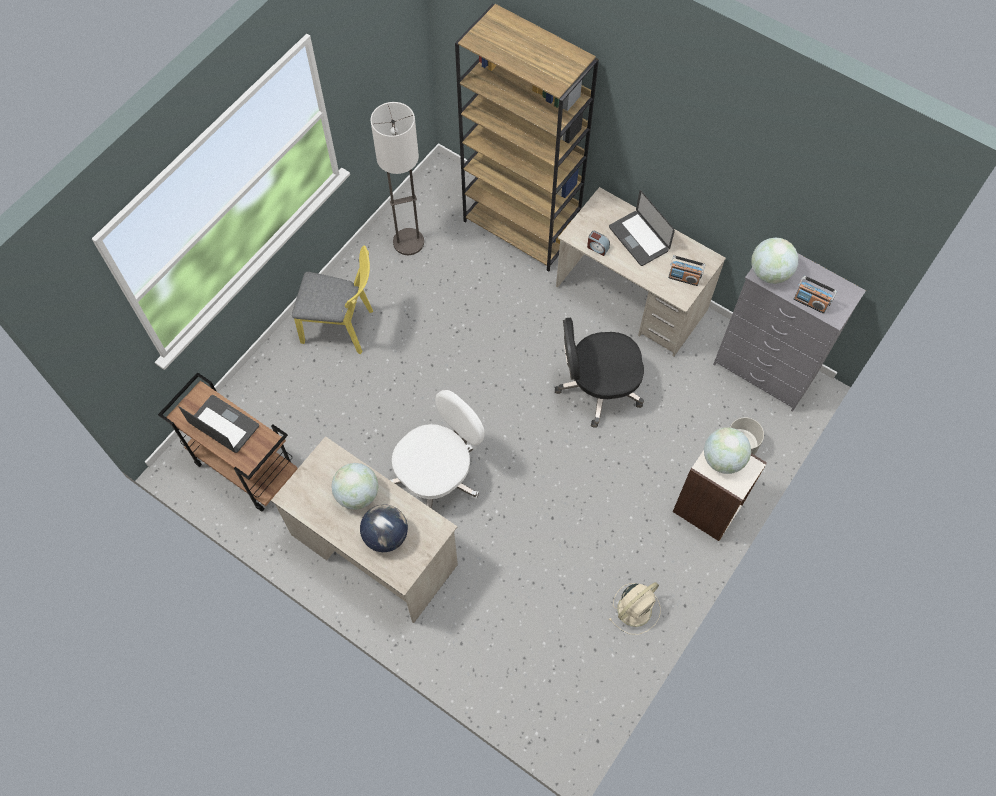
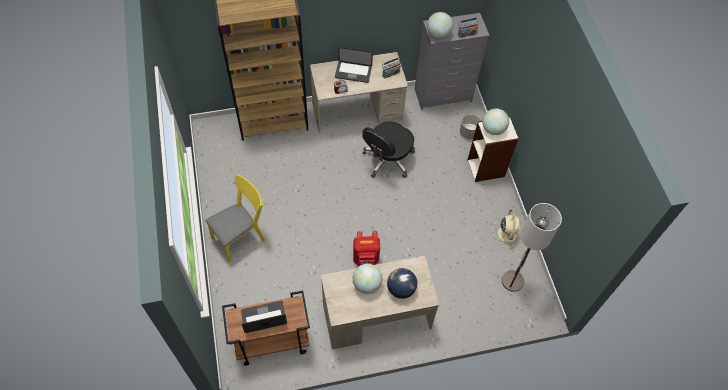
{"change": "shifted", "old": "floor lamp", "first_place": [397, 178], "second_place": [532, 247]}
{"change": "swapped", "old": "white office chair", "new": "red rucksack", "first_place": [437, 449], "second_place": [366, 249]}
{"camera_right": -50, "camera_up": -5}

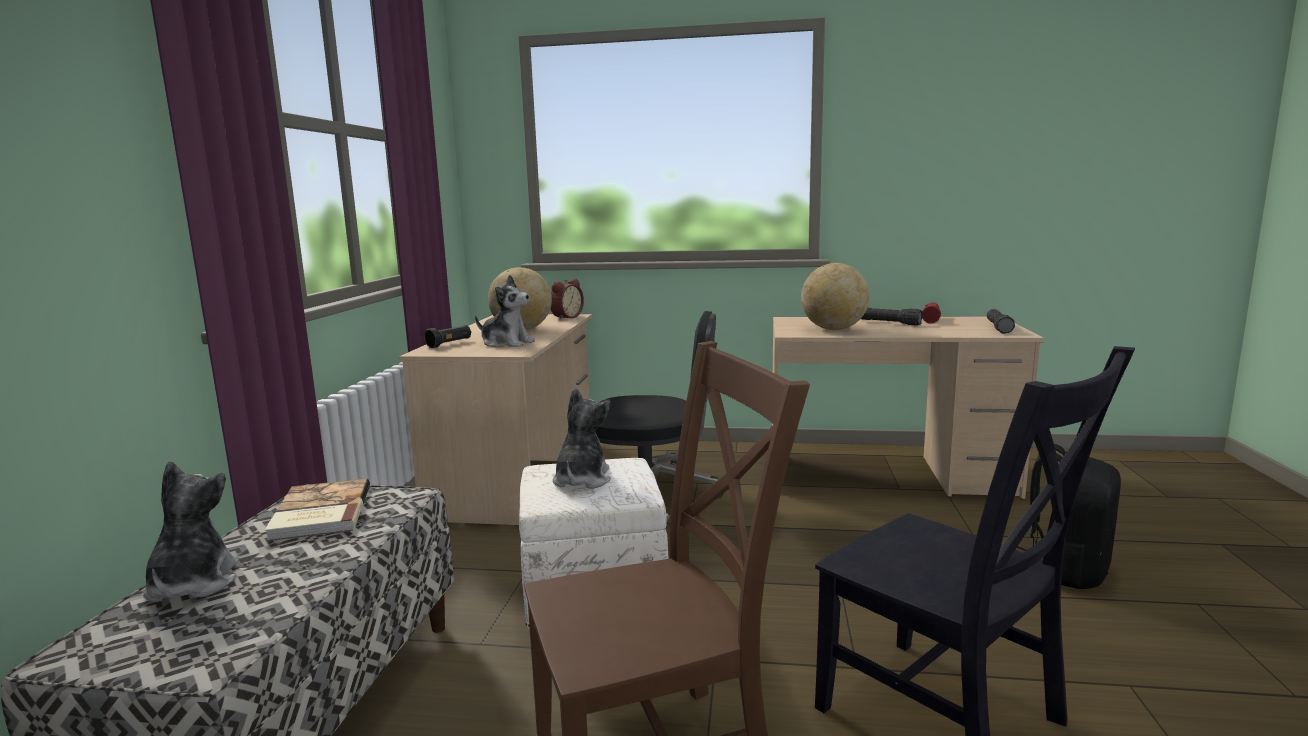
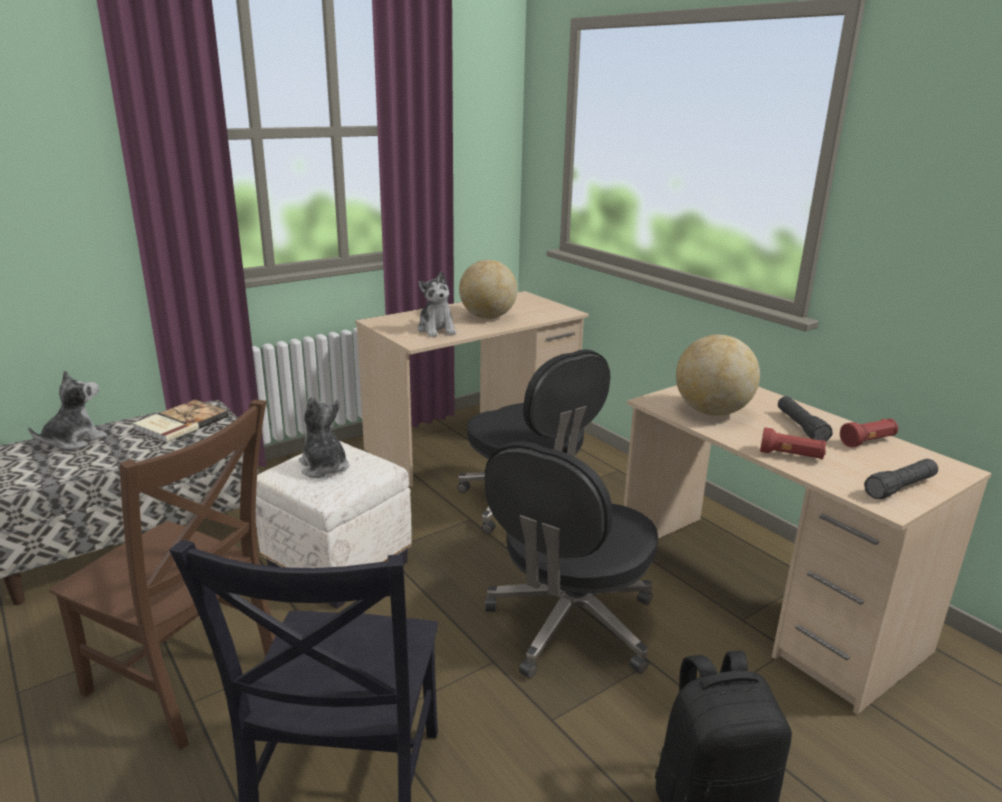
{"change": "gone", "old": "blackish torch", "first_place": [447, 336]}
{"change": "gone", "old": "alarm clock", "first_place": [567, 299]}
{"change": "new", "new": "blackish office chair", "second_place": [571, 560]}
{"change": "new", "new": "red torch", "second_place": [793, 443]}
{"change": "rotated", "old": "soft toy", "first_place": [582, 438], "second_place": [324, 437], "degrees": -90}
{"camera_right": 45, "camera_up": 10}

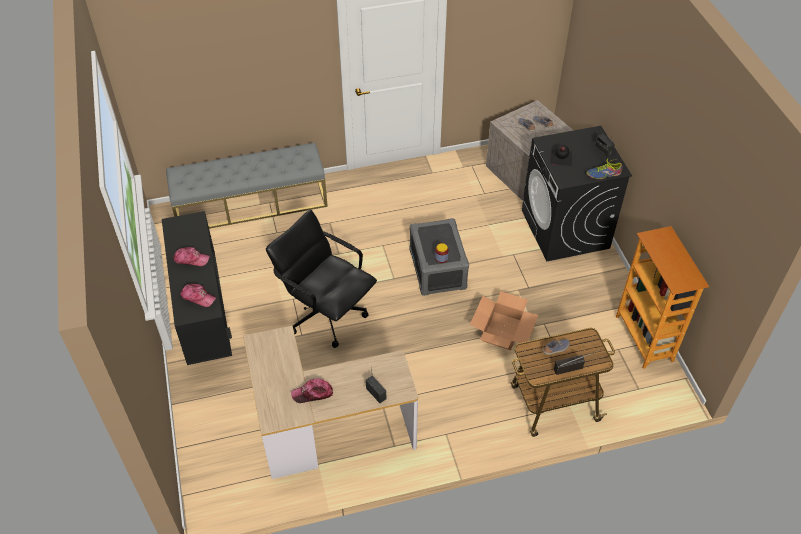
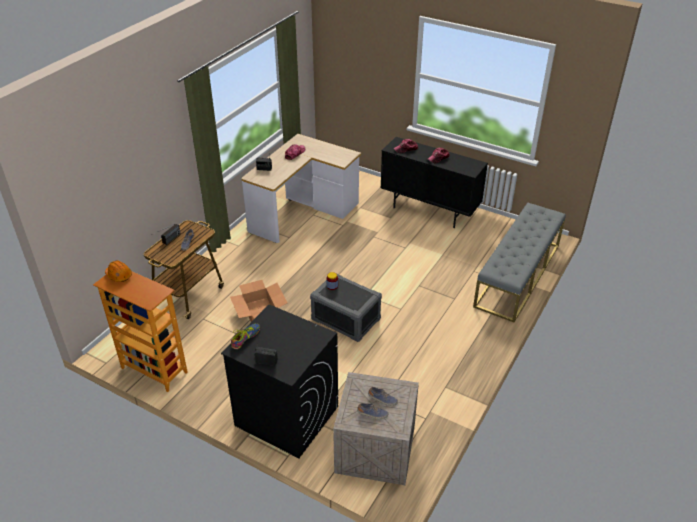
{"change": "gone", "old": "blackish office chair", "first_place": [321, 279]}
{"change": "gone", "old": "blackish drink bottle", "first_place": [561, 155]}
{"change": "new", "new": "orange-coloured safety helmet", "second_place": [118, 271]}
{"camera_right": 135, "camera_up": -10}

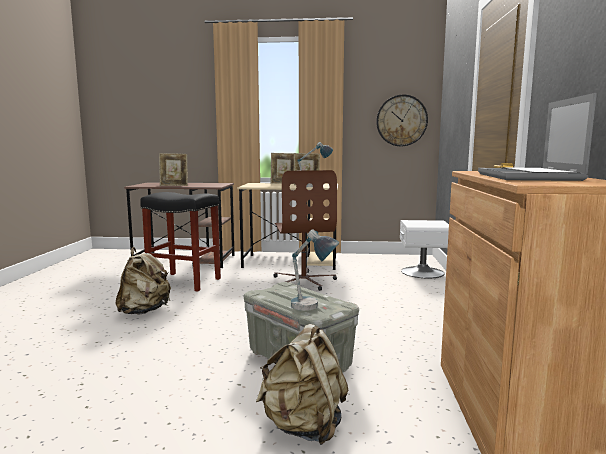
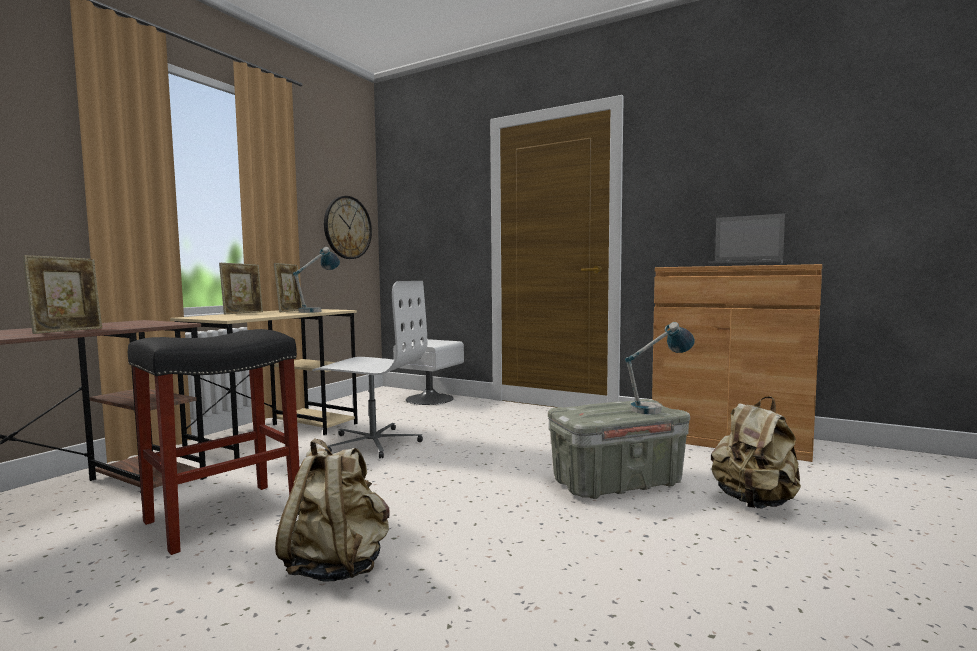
{"change": "repainted", "old": "brown office chair", "new": "white office chair", "first_place": [305, 230], "second_place": [370, 369]}
{"camera_right": -65, "camera_up": -5}

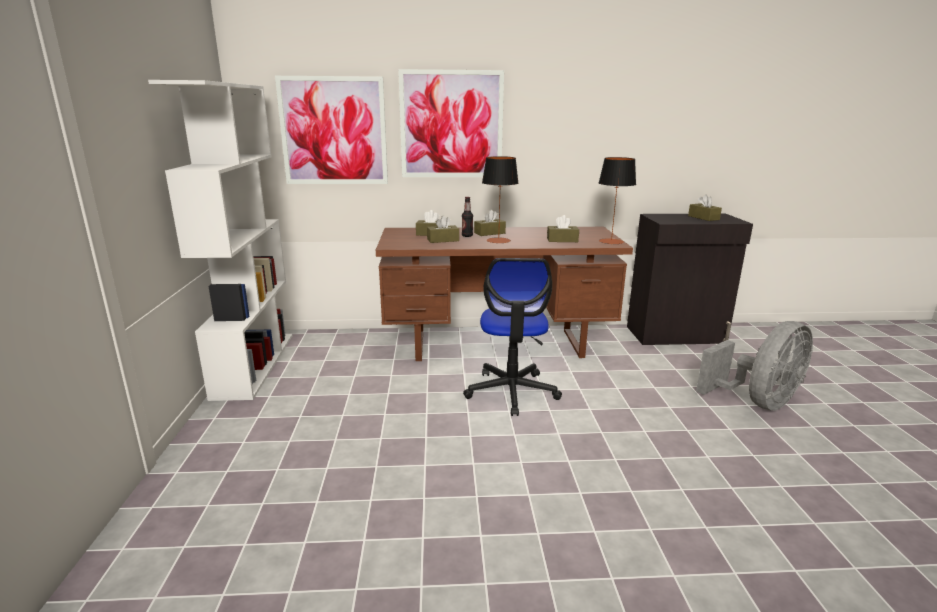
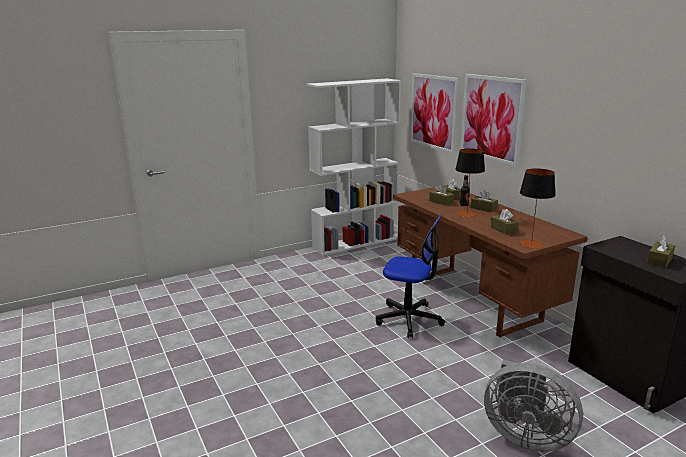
{"change": "rotated", "old": "office chair", "first_place": [512, 337], "second_place": [410, 276], "degrees": -135}
{"camera_right": 65, "camera_up": 0}

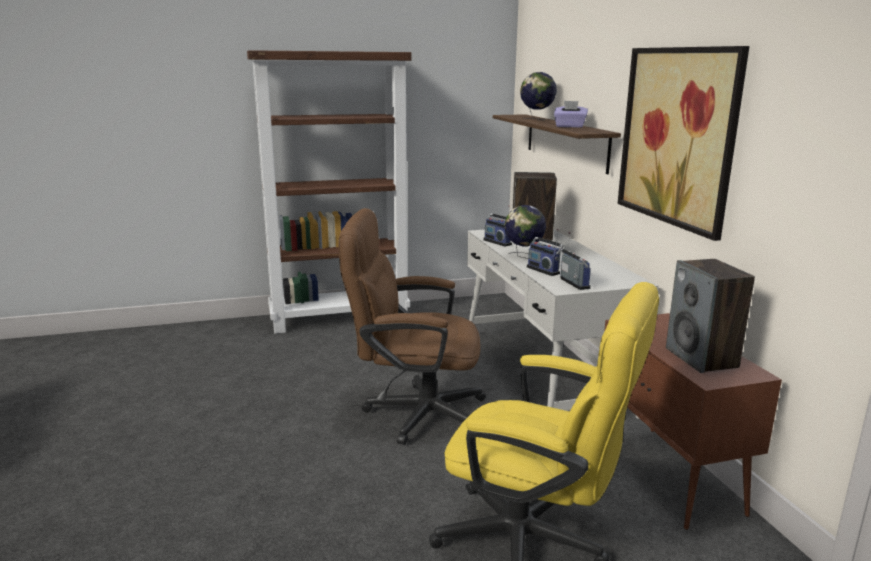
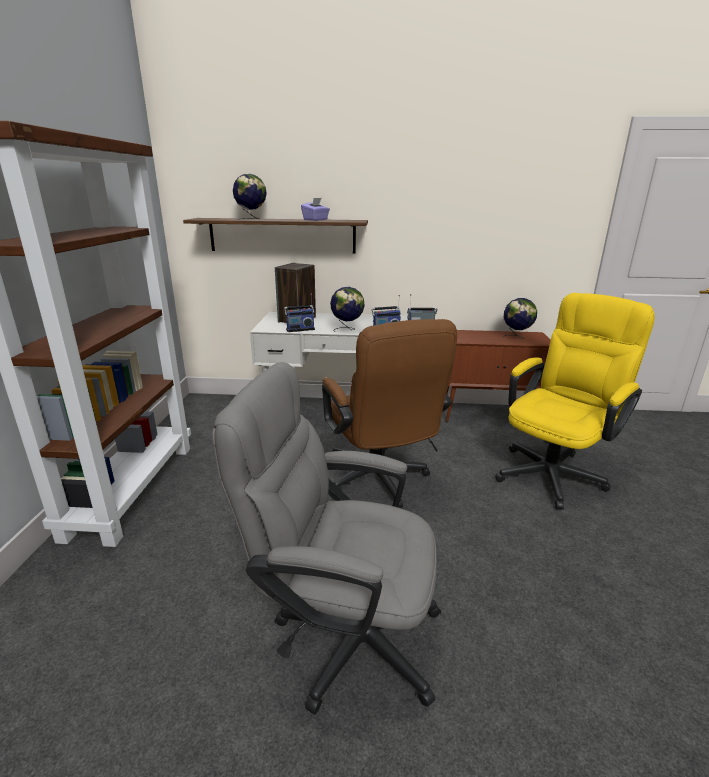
{"change": "gone", "old": "picture", "first_place": [683, 143]}
{"change": "new", "new": "grey office chair", "second_place": [326, 538]}
{"change": "swapped", "old": "speaker", "new": "desk globe", "first_place": [710, 316], "second_place": [520, 318]}
{"change": "rotated", "old": "brown office chair", "first_place": [412, 326], "second_place": [389, 413], "degrees": -45}
{"camera_right": -70, "camera_up": 5}

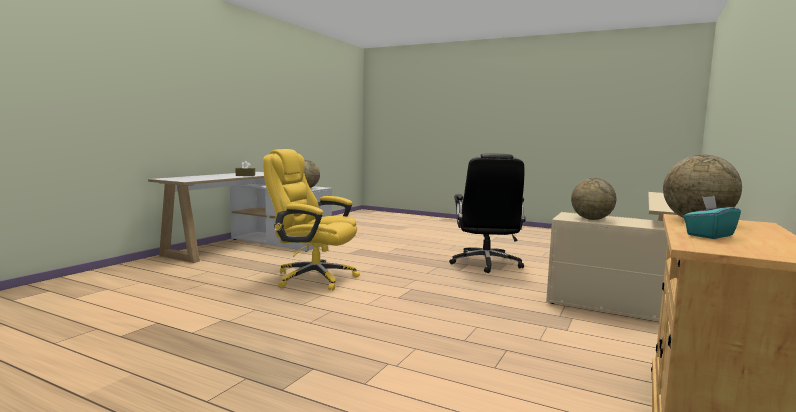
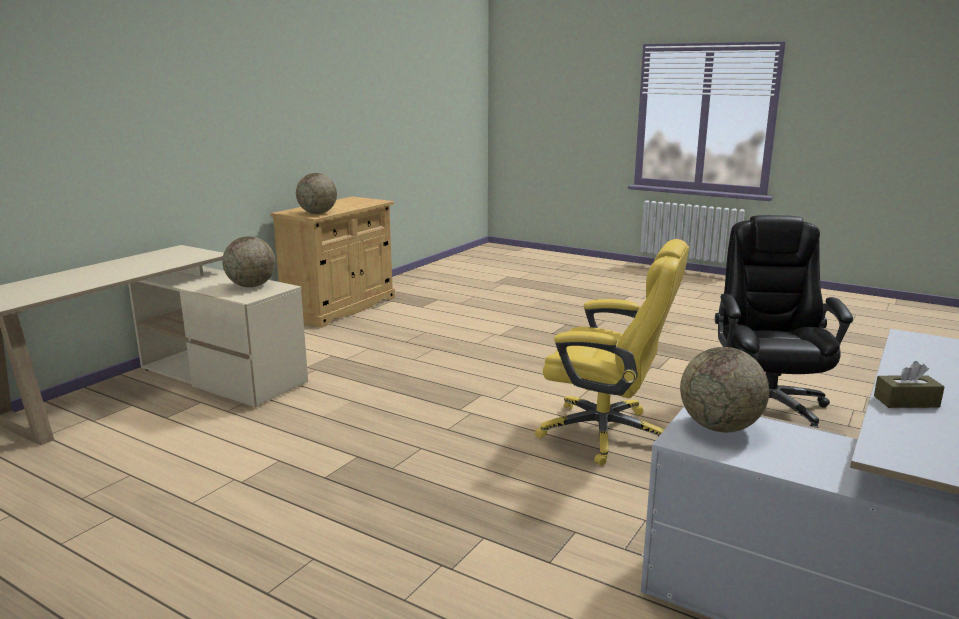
{"change": "gone", "old": "blue-green tissue box", "first_place": [712, 217]}
{"change": "shifted", "old": "blackish office chair", "first_place": [487, 213], "second_place": [784, 321]}
{"camera_right": -175, "camera_up": 10}

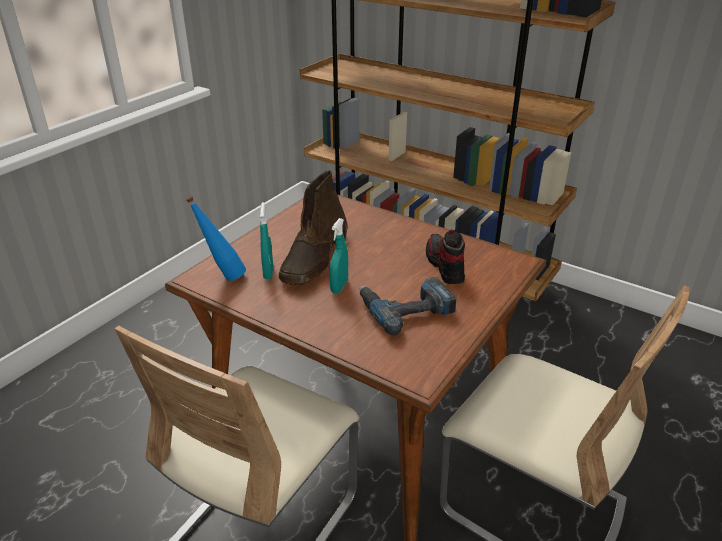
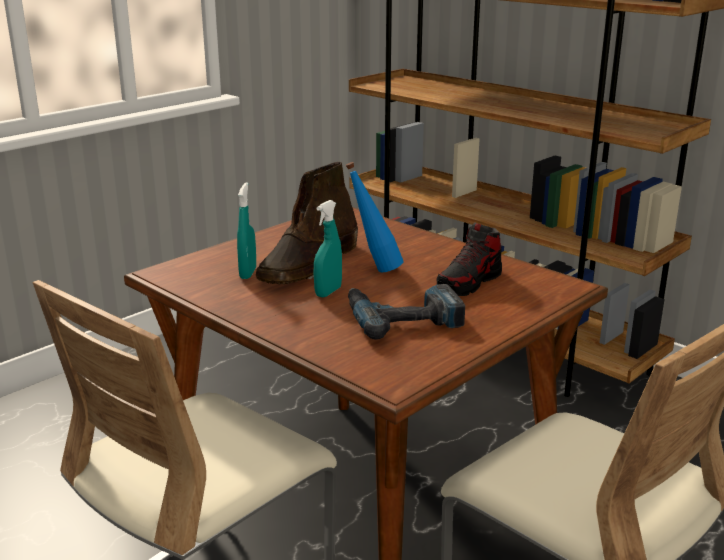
{"change": "shifted", "old": "bluish drink bottle", "first_place": [216, 238], "second_place": [375, 217]}
{"change": "rotated", "old": "shoe", "first_place": [445, 257], "second_place": [469, 259], "degrees": -135}
{"camera_right": 10, "camera_up": -10}

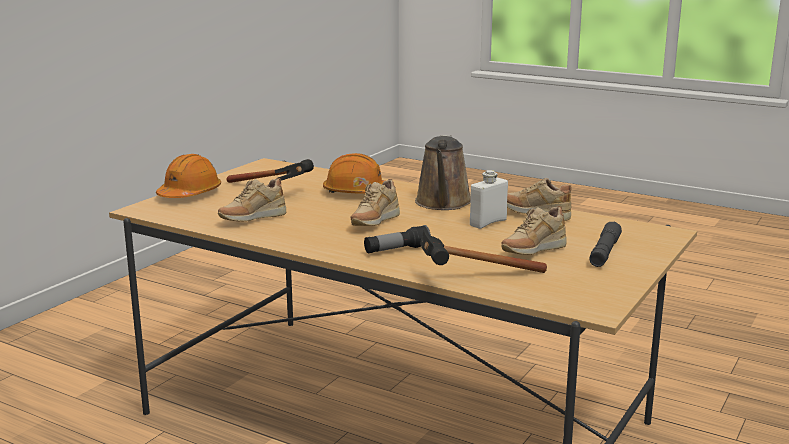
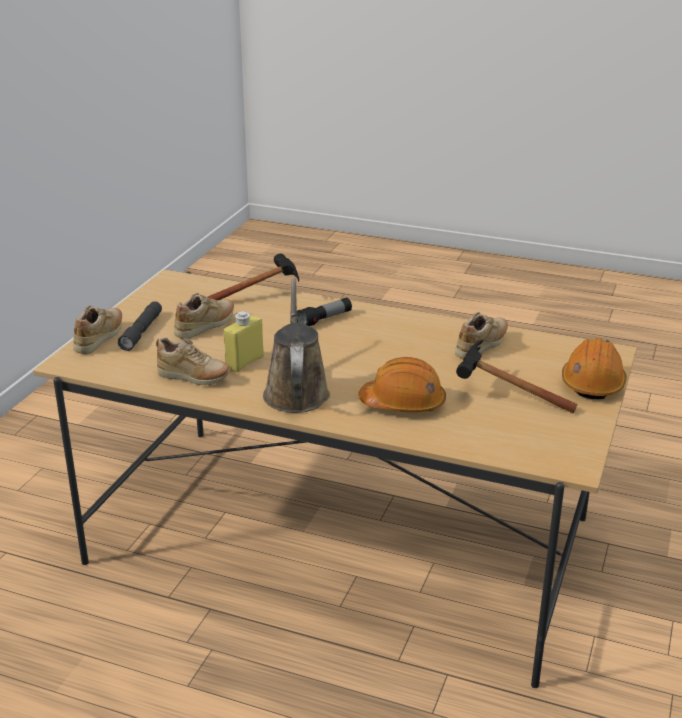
{"change": "shifted", "old": "beige-coloured shoe", "first_place": [375, 202], "second_place": [97, 330]}
{"change": "repainted", "old": "white drink bottle", "new": "yellow drink bottle", "first_place": [489, 199], "second_place": [244, 341]}
{"camera_right": 170, "camera_up": 10}

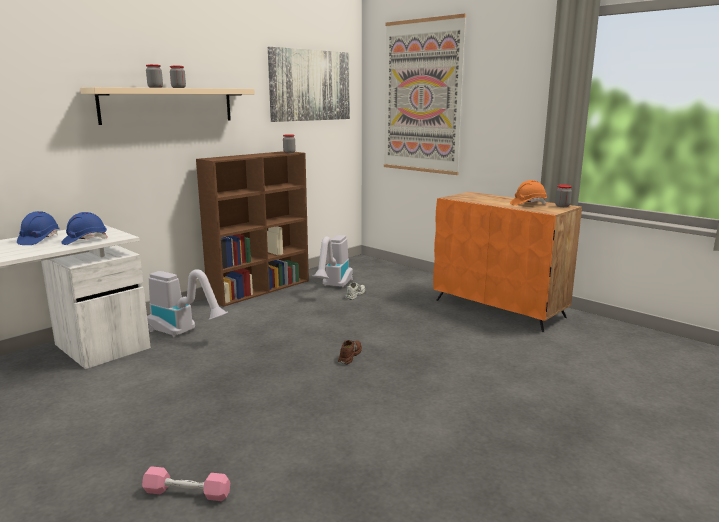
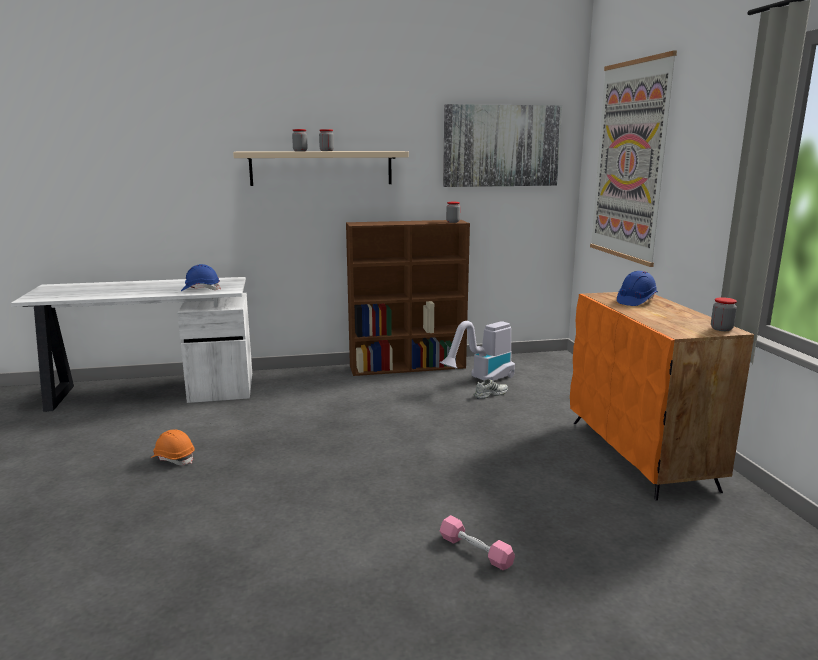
{"change": "gone", "old": "hoover", "first_place": [187, 303]}
{"change": "gone", "old": "brown shoe", "first_place": [350, 352]}
{"change": "shifted", "old": "bluish safety helmet", "first_place": [38, 228], "second_place": [637, 288]}
{"change": "shifted", "old": "pinkish free weight", "first_place": [186, 483], "second_place": [477, 542]}
{"change": "shifted", "old": "orange-coloured safety helmet", "first_place": [528, 192], "second_place": [173, 447]}
{"camera_right": 35, "camera_up": 0}

